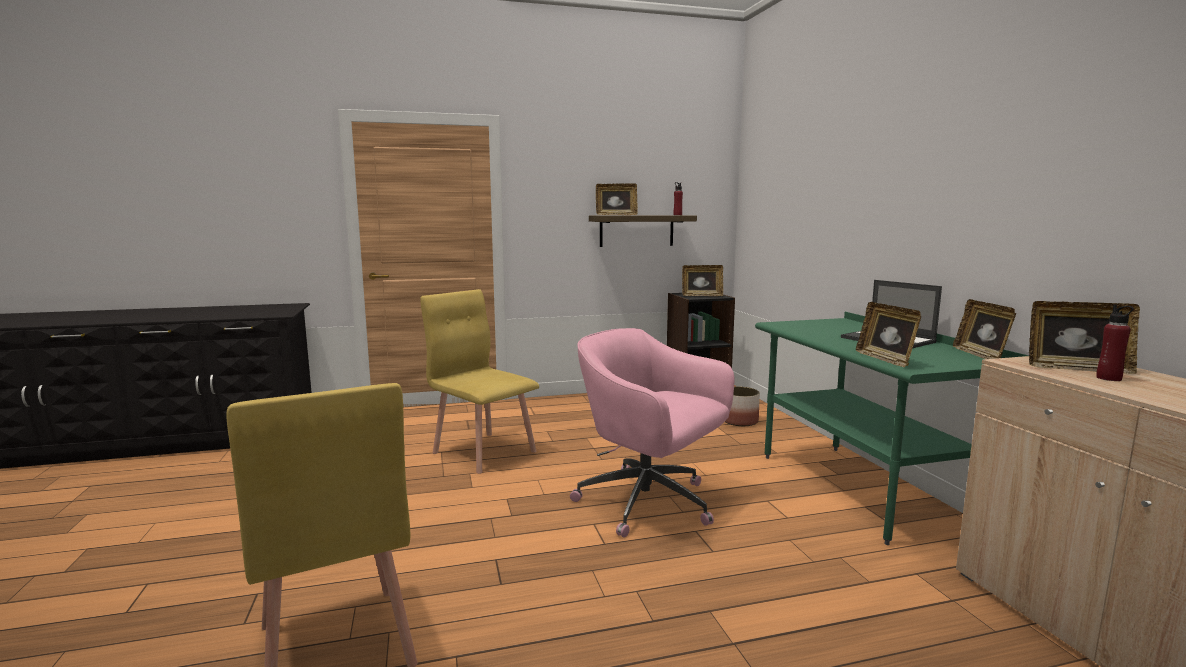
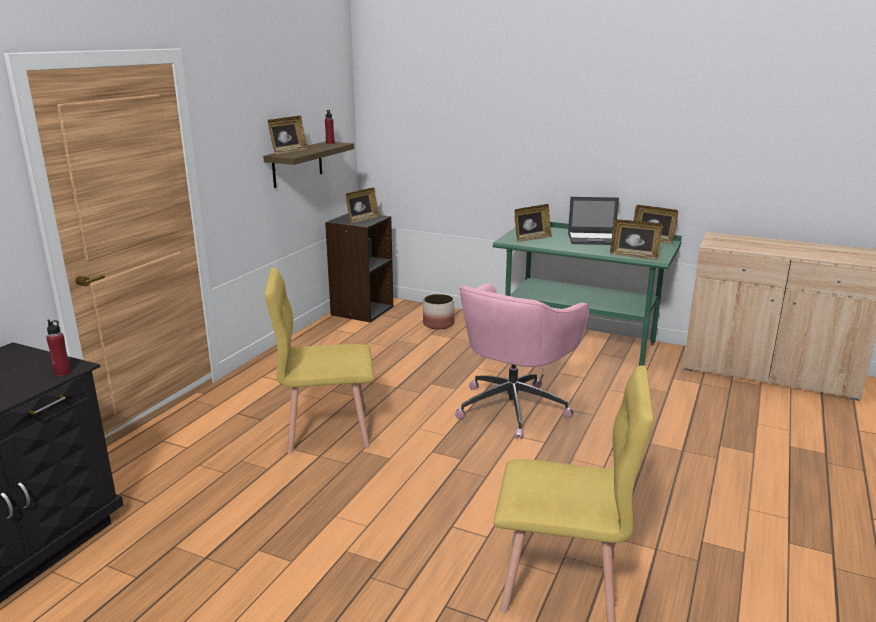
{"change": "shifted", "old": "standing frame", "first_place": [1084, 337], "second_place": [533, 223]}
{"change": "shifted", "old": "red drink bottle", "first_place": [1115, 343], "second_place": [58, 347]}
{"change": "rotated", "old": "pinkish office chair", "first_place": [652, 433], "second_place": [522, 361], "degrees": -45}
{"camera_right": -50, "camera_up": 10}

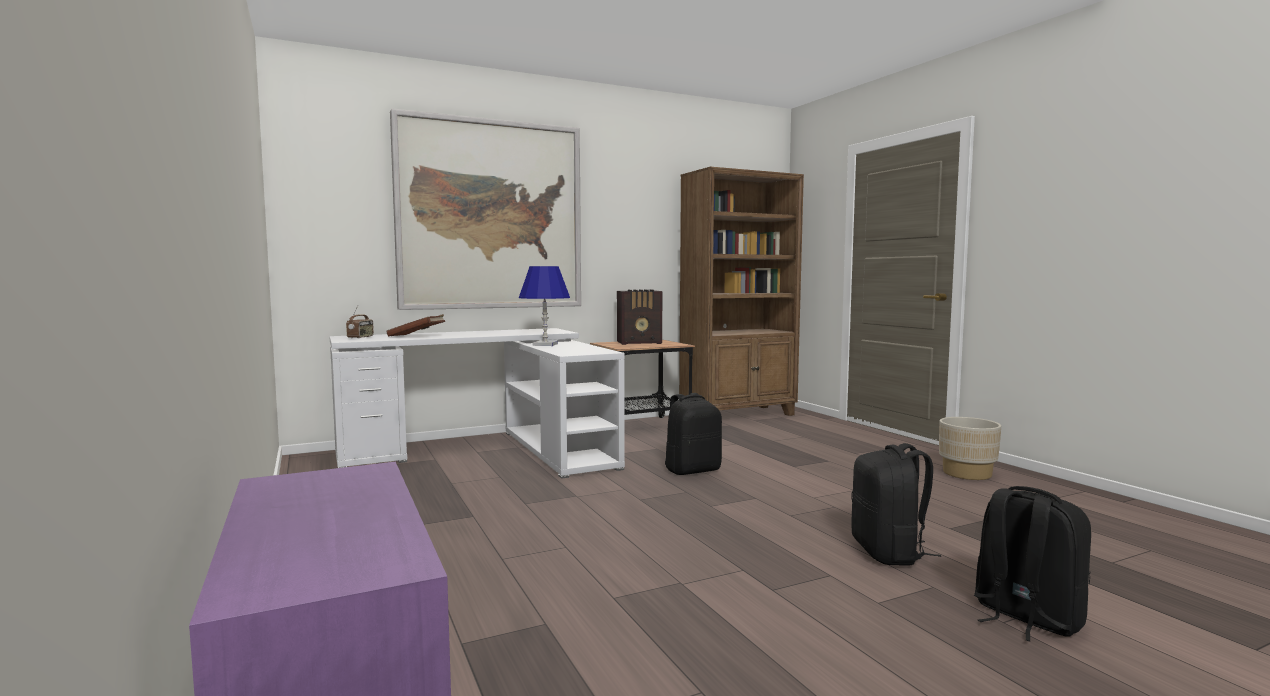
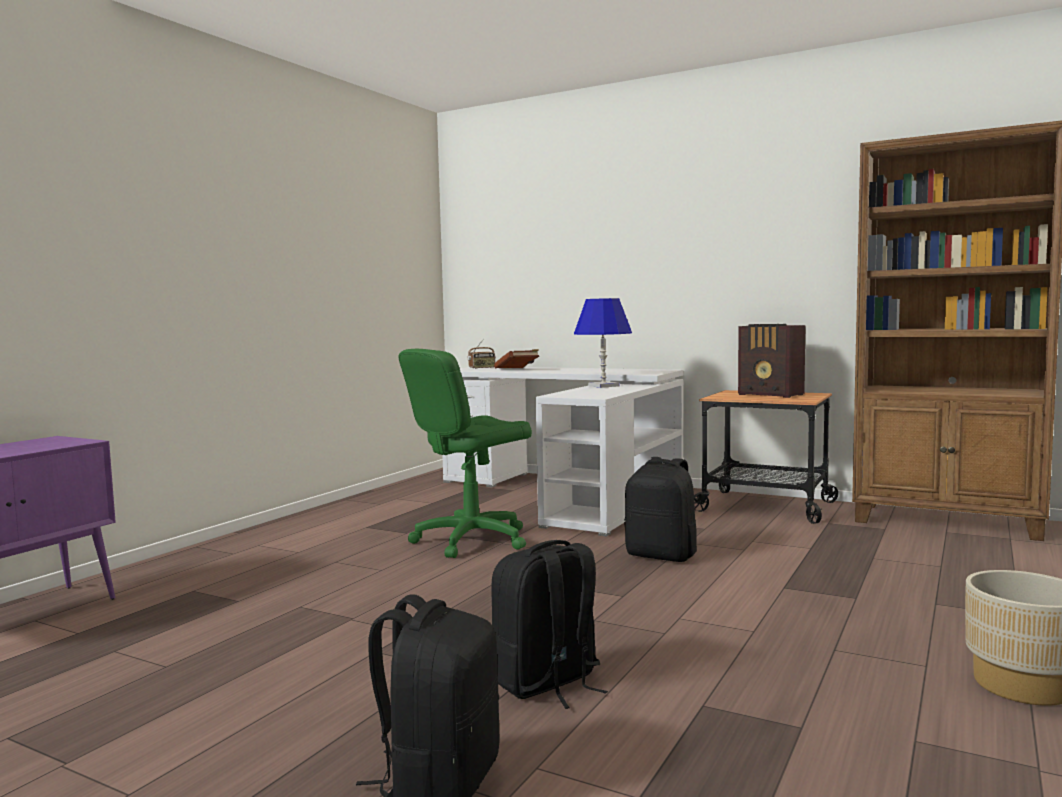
{"change": "gone", "old": "picture", "first_place": [485, 209]}
{"change": "new", "new": "green office chair", "second_place": [465, 453]}
{"camera_right": 55, "camera_up": 0}

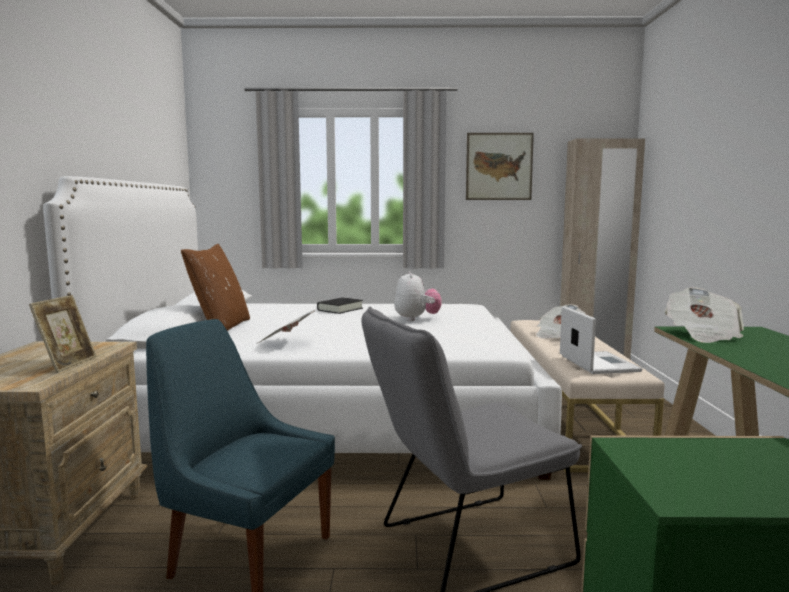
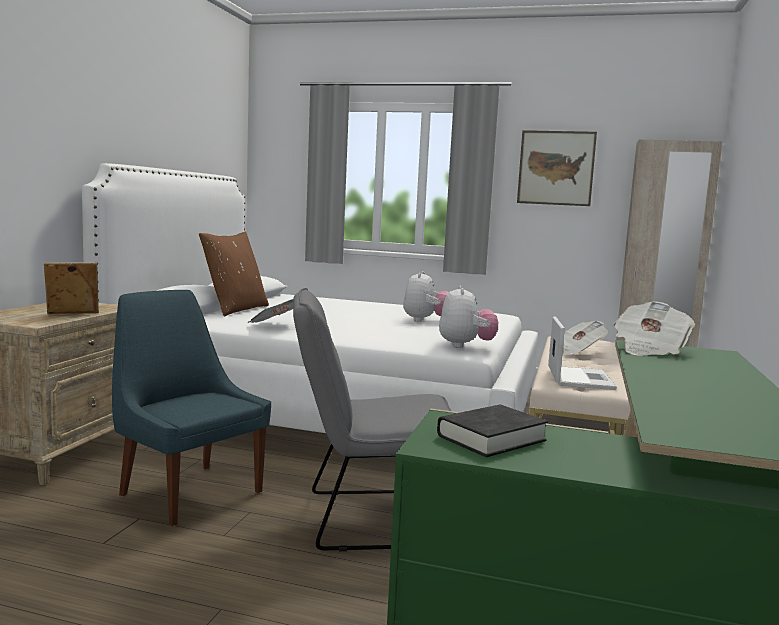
{"change": "new", "new": "soft toy", "second_place": [468, 316]}
{"change": "shifted", "old": "blackish book", "first_place": [340, 305], "second_place": [492, 431]}
{"change": "rotated", "old": "standing frame", "first_place": [62, 334], "second_place": [71, 288], "degrees": -135}
{"camera_right": 15, "camera_up": 0}

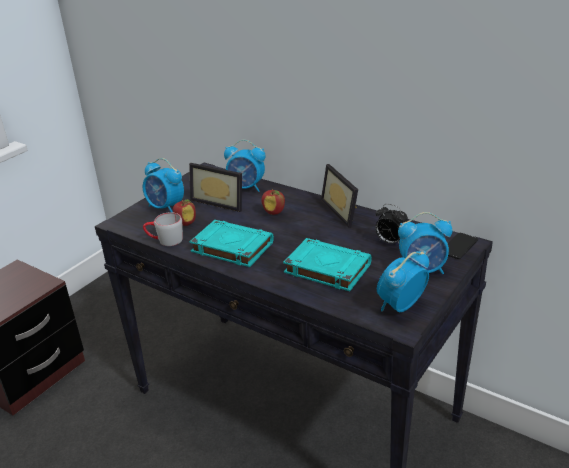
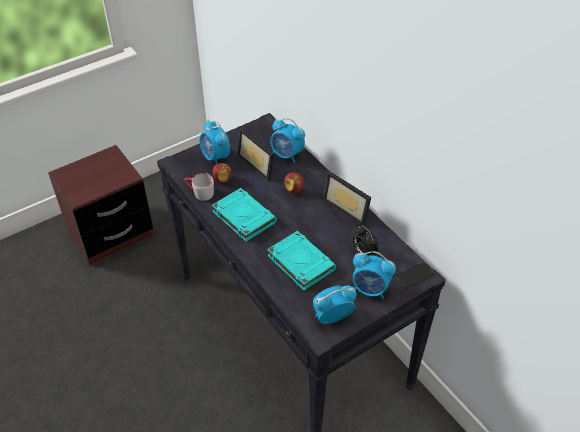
{"change": "rotated", "old": "standing frame", "first_place": [339, 196], "second_place": [347, 198], "degrees": -45}
{"camera_right": 20, "camera_up": 15}

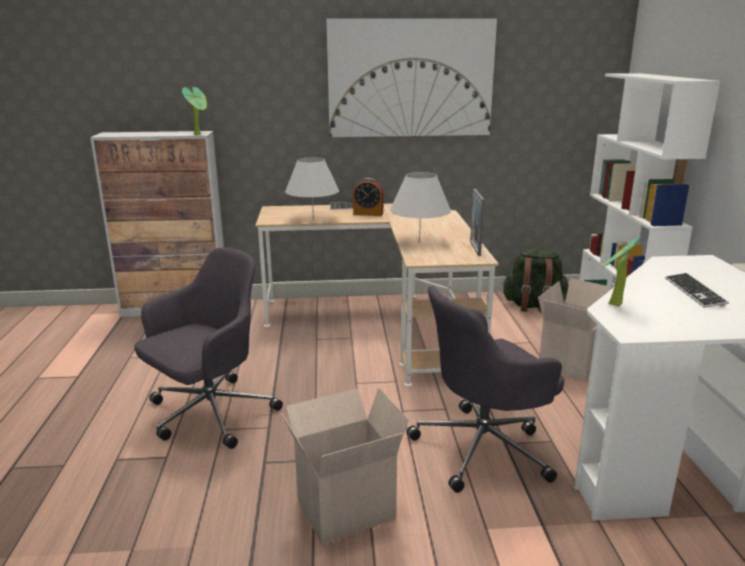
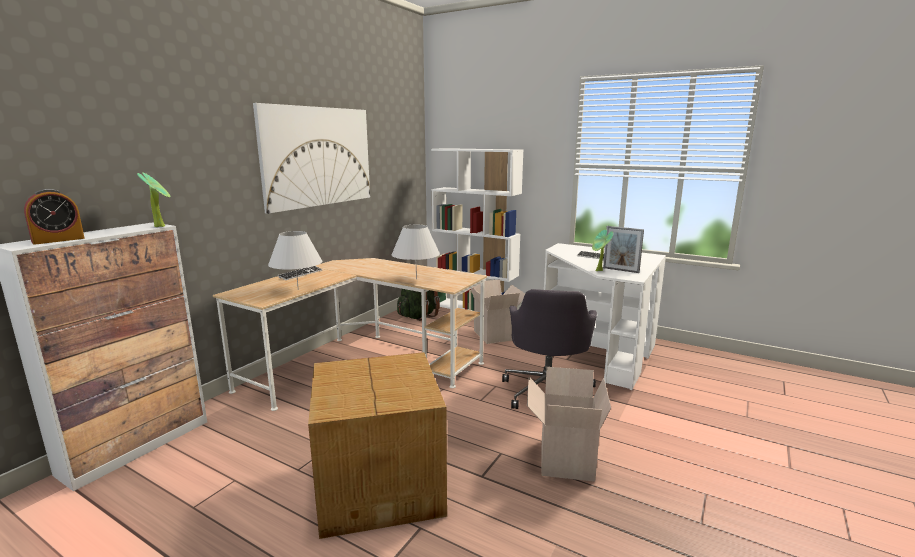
{"change": "shifted", "old": "alarm clock", "first_place": [368, 197], "second_place": [54, 217]}
{"change": "shifted", "old": "standing frame", "first_place": [477, 222], "second_place": [623, 249]}
{"change": "swapped", "old": "grey office chair", "new": "packing box", "first_place": [209, 348], "second_place": [377, 445]}
{"camera_right": -55, "camera_up": -5}

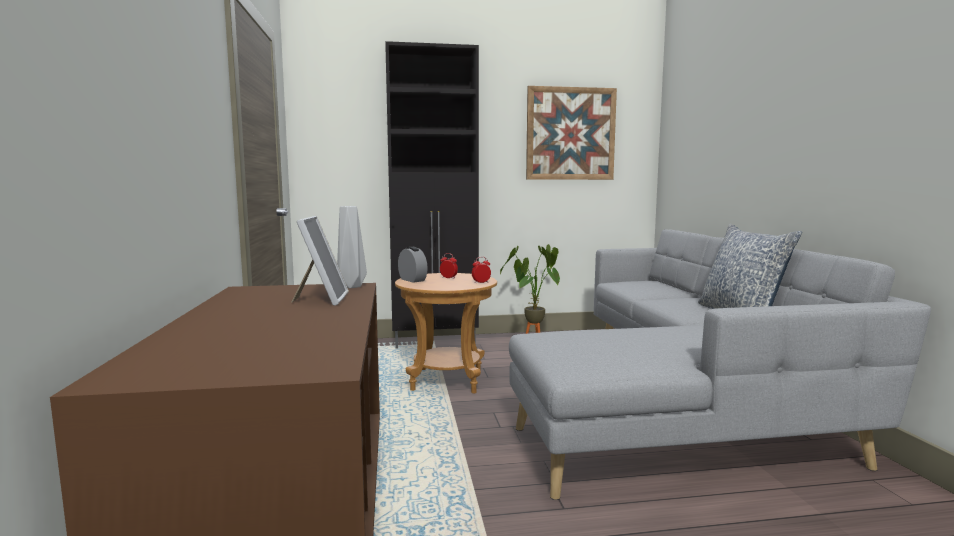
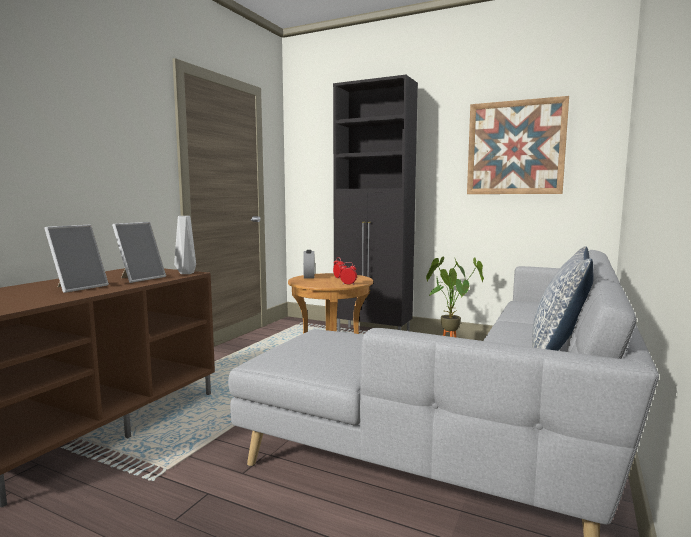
{"change": "new", "new": "standing frame", "second_place": [76, 259]}
{"camera_right": 35, "camera_up": 0}

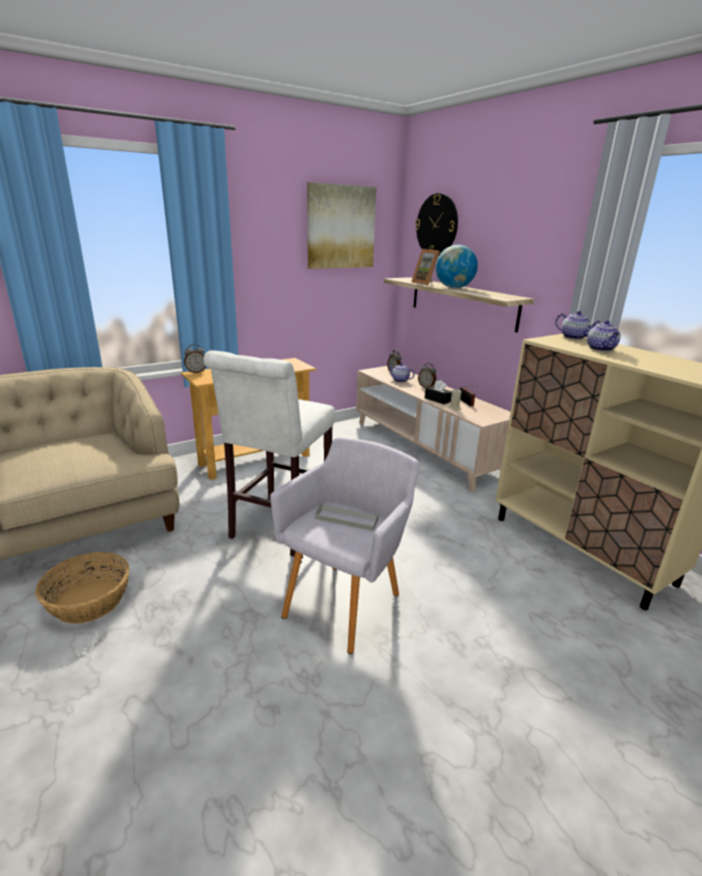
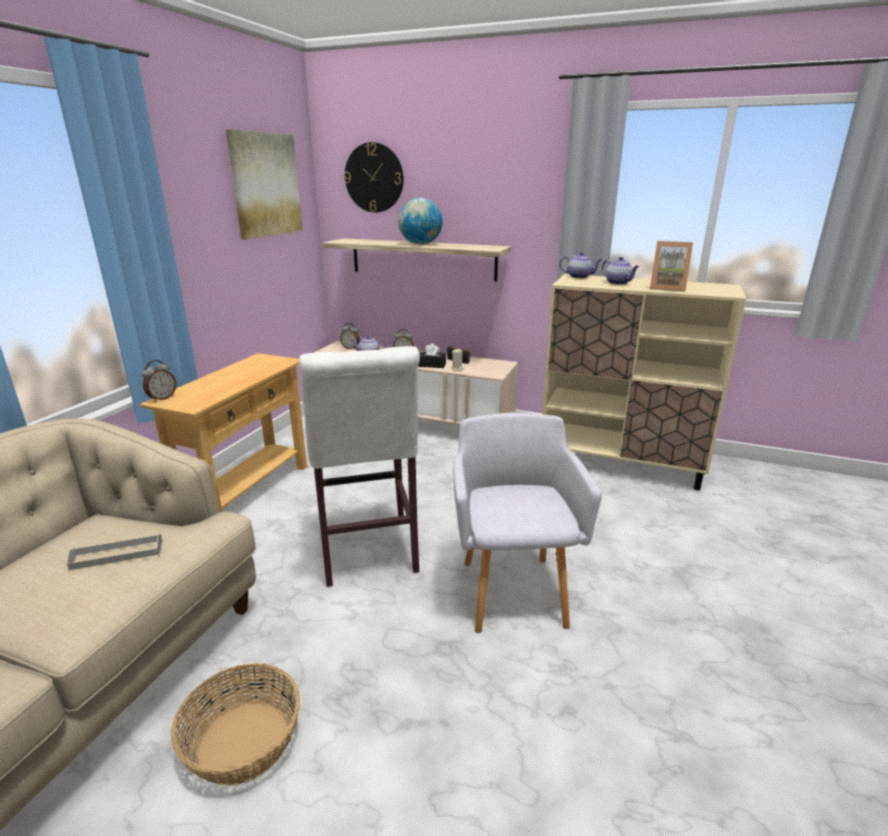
{"change": "shifted", "old": "grey serving tray", "first_place": [347, 518], "second_place": [114, 552]}
{"change": "shifted", "old": "standing frame", "first_place": [425, 267], "second_place": [671, 266]}
{"camera_right": -35, "camera_up": 0}

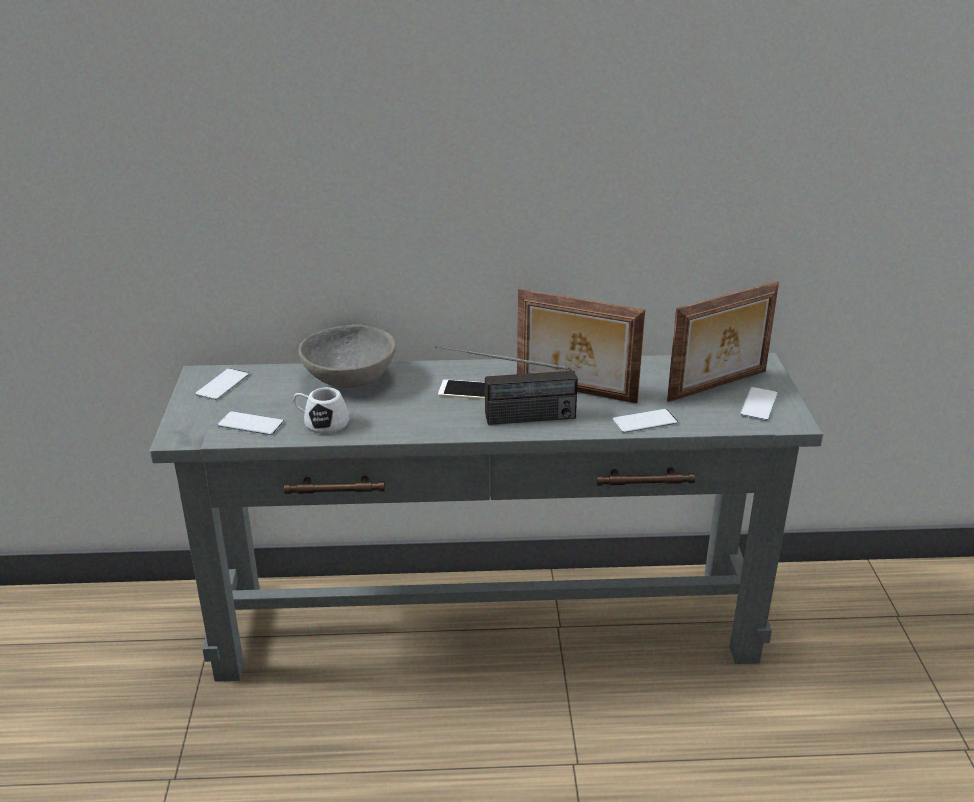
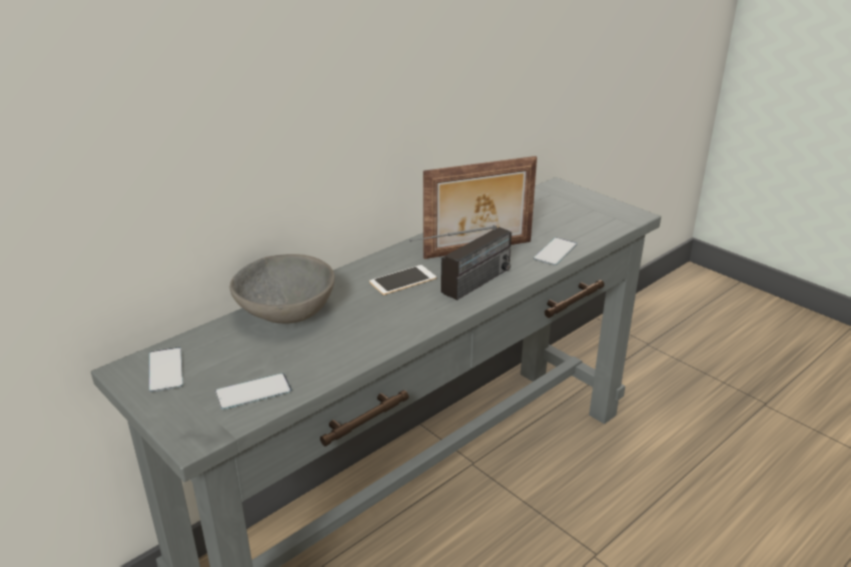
{"change": "gone", "old": "white mug", "first_place": [321, 410]}
{"change": "gone", "old": "standing frame", "first_place": [723, 341]}
{"change": "gone", "old": "phone", "first_place": [759, 404]}
{"camera_right": -40, "camera_up": 0}

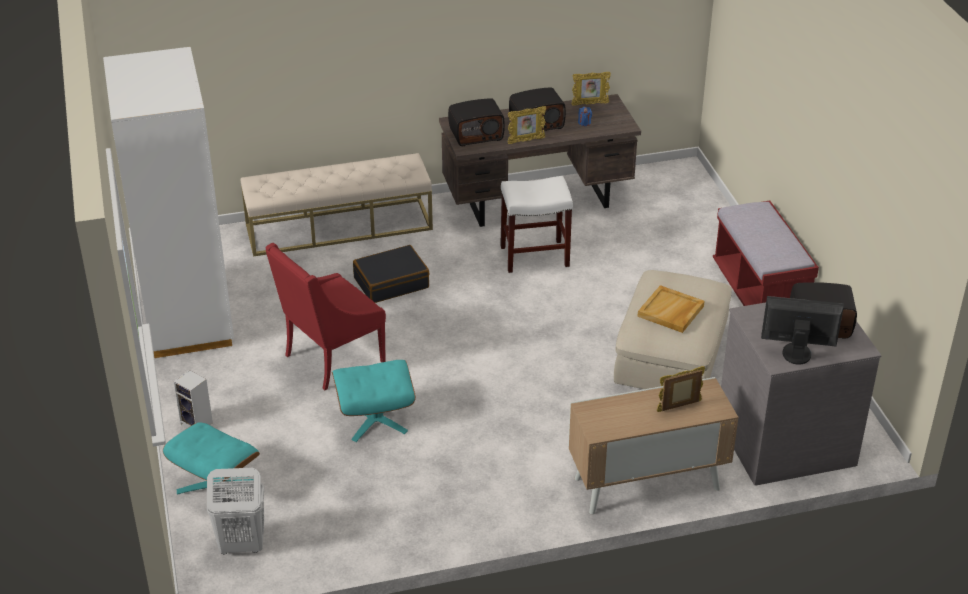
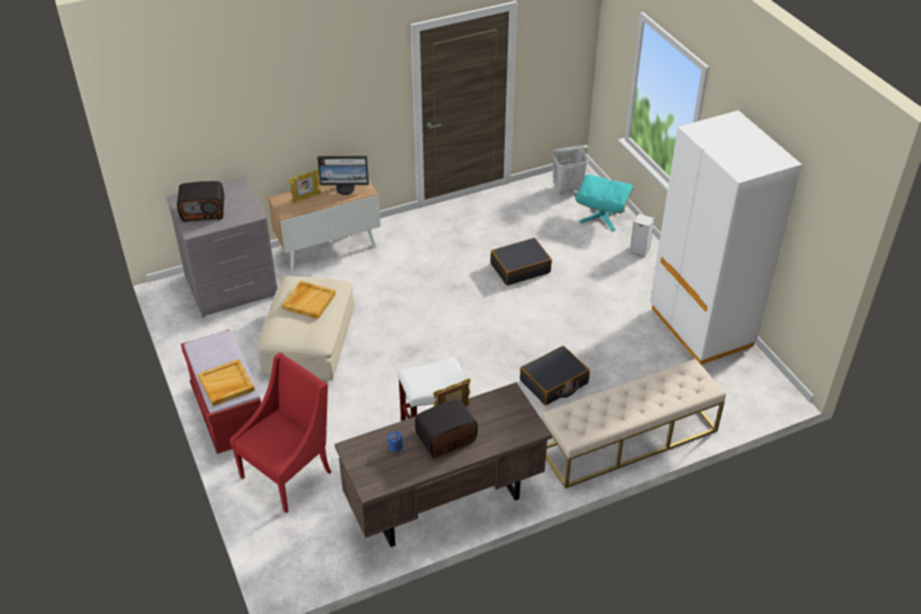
{"change": "gone", "old": "radio set", "first_place": [476, 122]}
{"change": "gone", "old": "standing frame", "first_place": [591, 89]}
{"change": "new", "new": "beige-coloured serving tray", "second_place": [226, 382]}
{"change": "shifted", "old": "red lounge chair", "first_place": [326, 316], "second_place": [280, 433]}
{"change": "shifted", "old": "monitor", "first_place": [802, 330], "second_place": [343, 175]}
{"change": "swapped", "old": "blue-green footrest", "new": "blackish piece of luggage", "first_place": [374, 401], "second_place": [521, 262]}
{"camera_right": 170, "camera_up": 5}

